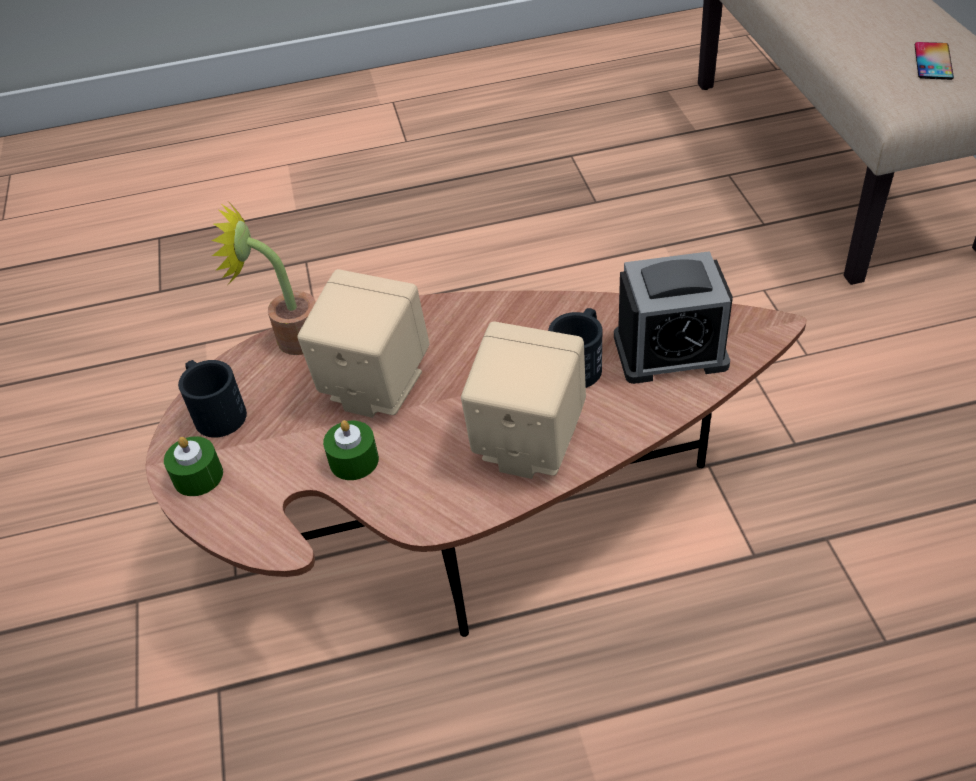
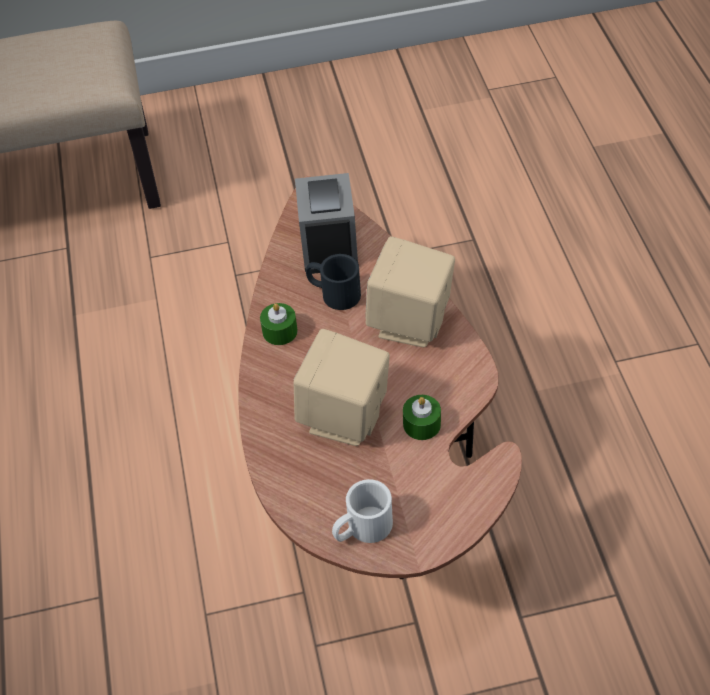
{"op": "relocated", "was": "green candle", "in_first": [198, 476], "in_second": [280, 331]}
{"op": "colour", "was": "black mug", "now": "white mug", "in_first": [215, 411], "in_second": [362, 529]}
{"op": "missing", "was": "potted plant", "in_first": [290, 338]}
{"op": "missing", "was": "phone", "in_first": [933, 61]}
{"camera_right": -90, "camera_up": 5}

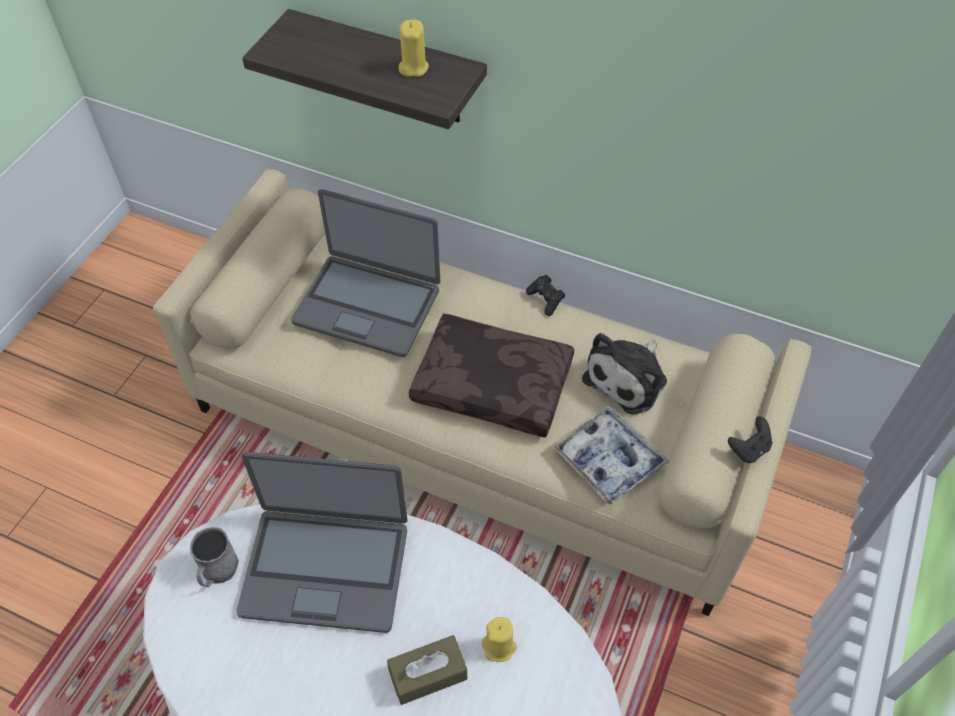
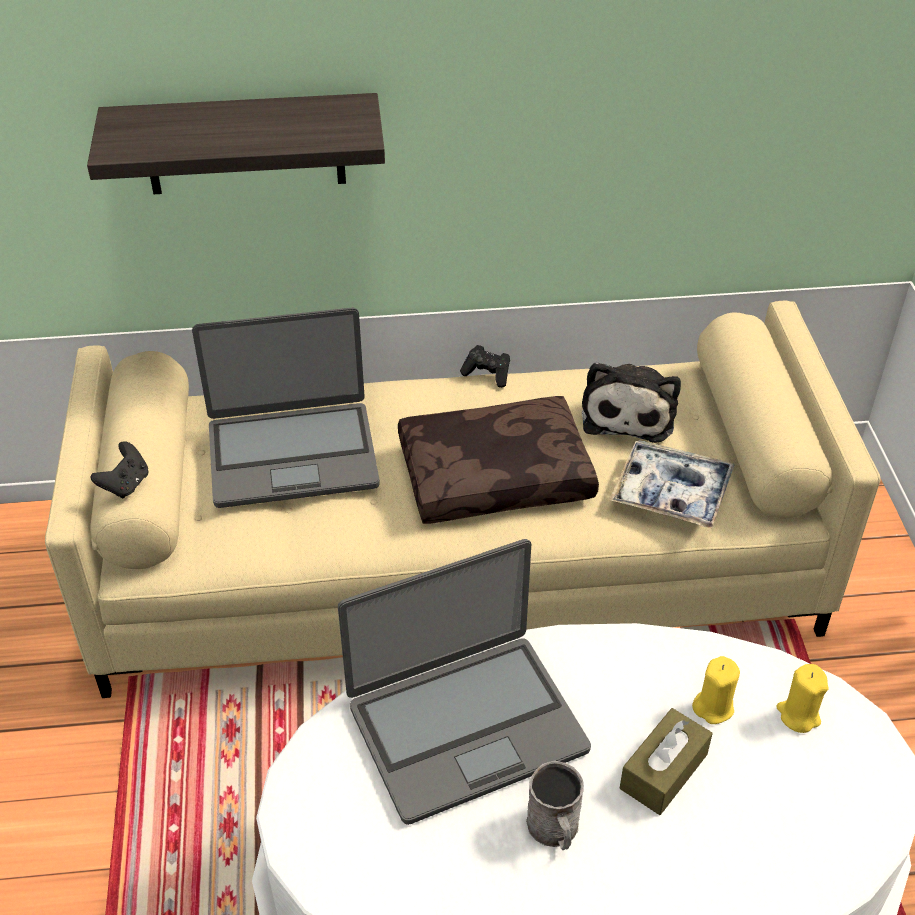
{"op": "relocated", "was": "grey mug", "in_first": [217, 571], "in_second": [555, 830]}
{"op": "relocated", "was": "yellow candle", "in_first": [413, 68], "in_second": [798, 715]}
{"op": "relocated", "was": "black game controller", "in_first": [748, 449], "in_second": [126, 484]}
{"camera_right": -30, "camera_up": -10}

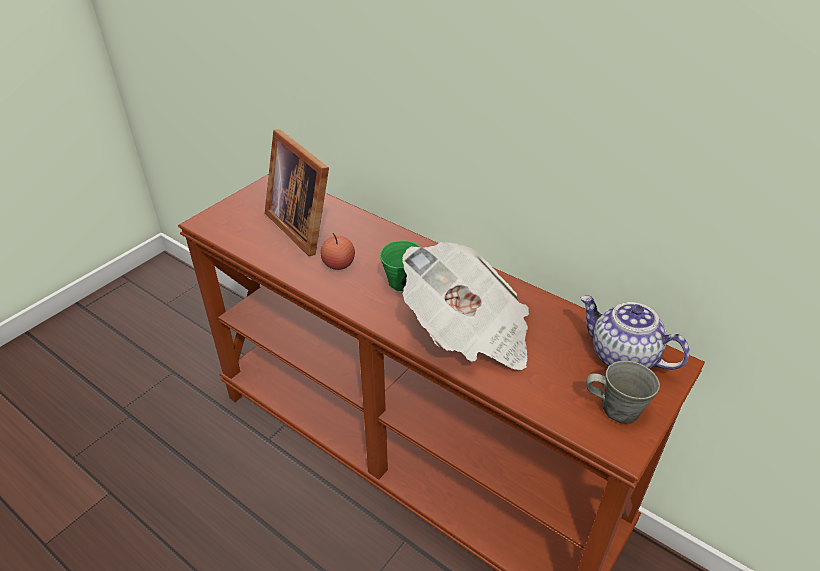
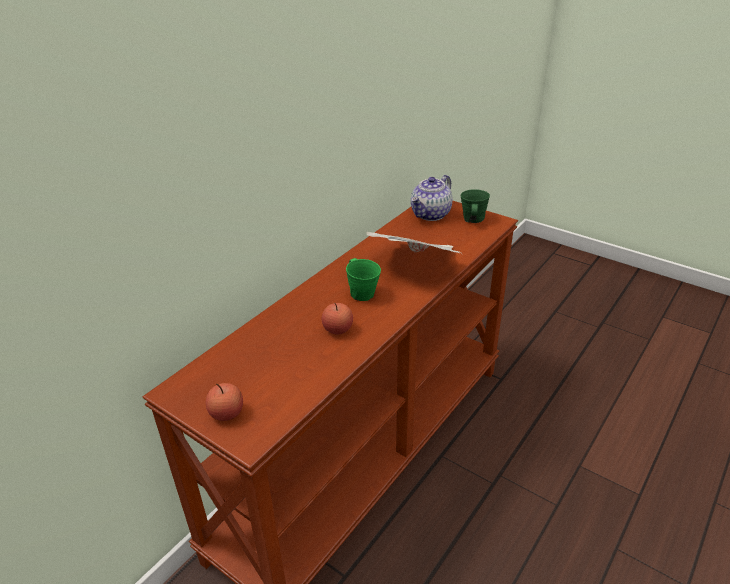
{"op": "missing", "was": "picture frame", "in_first": [304, 225]}
{"op": "colour", "was": "grey mug", "now": "green mug", "in_first": [617, 409], "in_second": [473, 220]}
{"op": "appeared", "now": "apple", "in_second": [227, 413]}
{"camera_right": -90, "camera_up": -5}

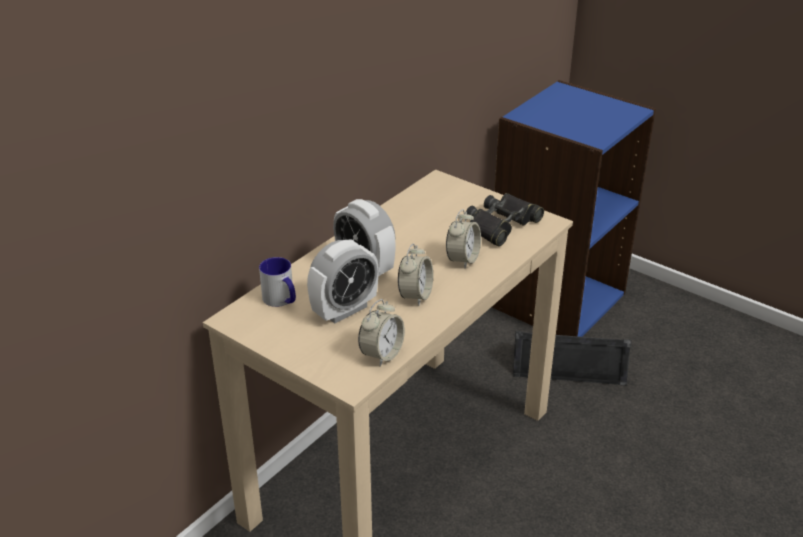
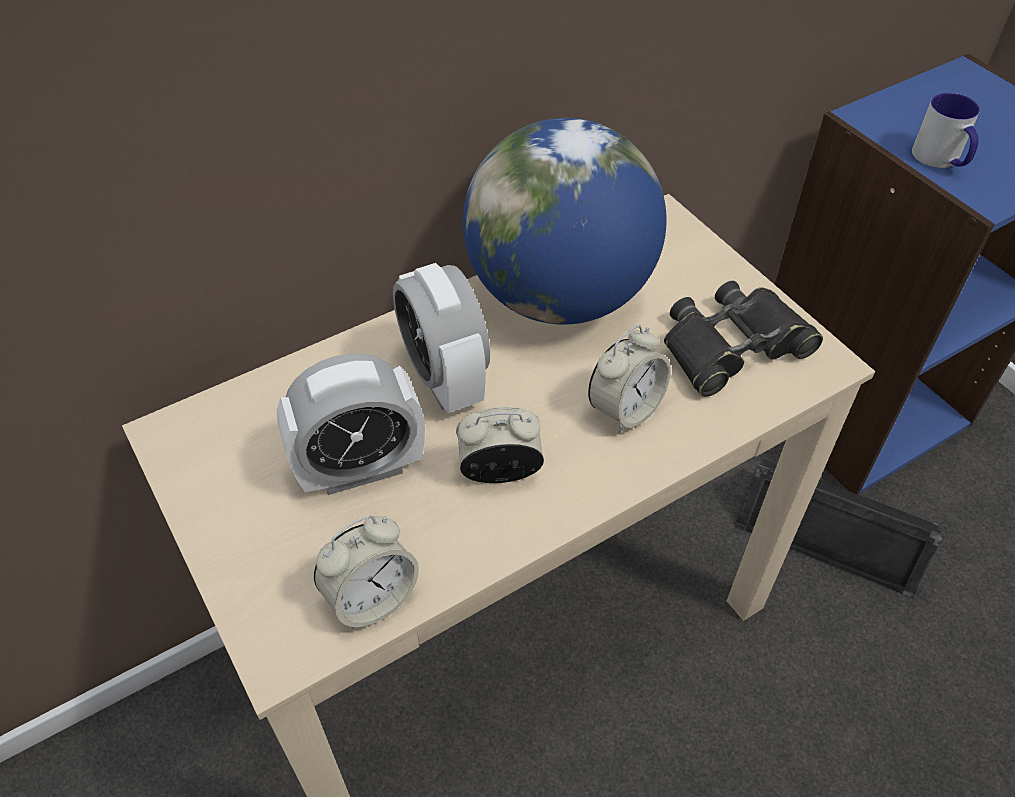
{"op": "relocated", "was": "mug", "in_first": [281, 300], "in_second": [941, 160]}
{"op": "spun", "was": "alarm clock", "in_first": [415, 296], "in_second": [500, 472], "clockwise": -135}
{"op": "appeared", "now": "globe", "in_second": [560, 296]}
{"camera_right": 20, "camera_up": 15}

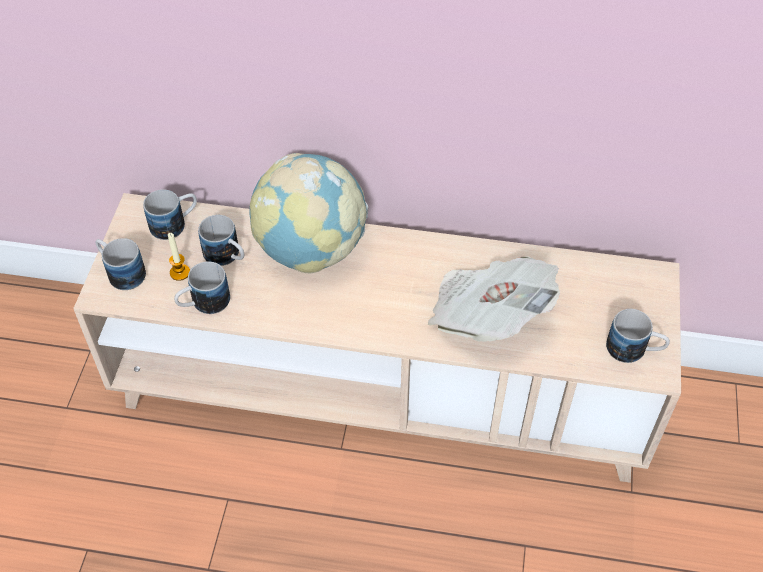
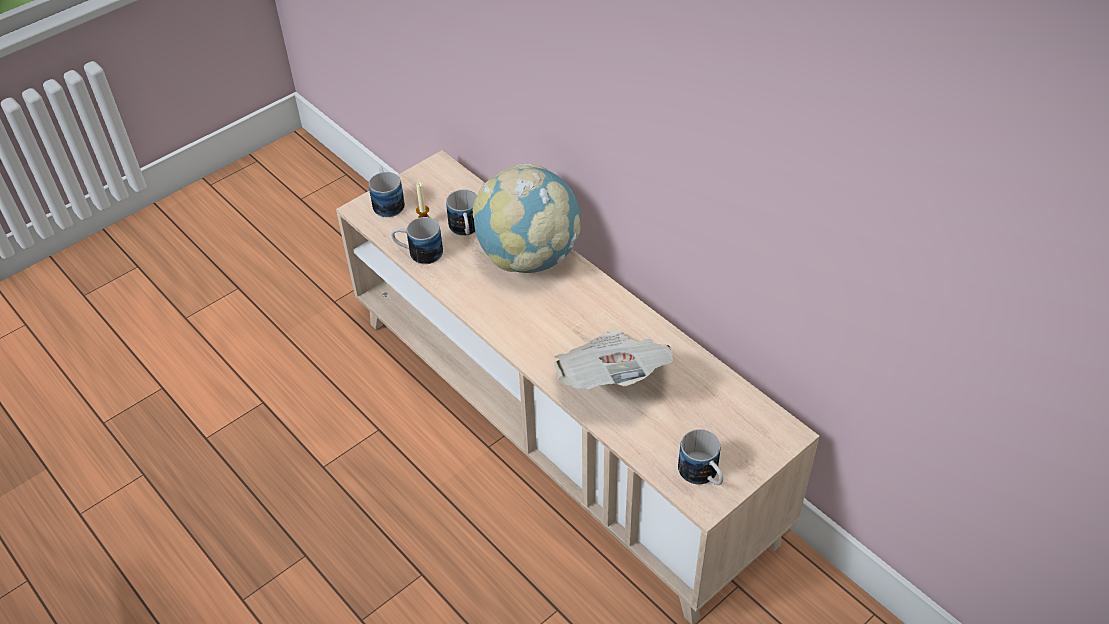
{"op": "missing", "was": "mug", "in_first": [175, 224]}
{"camera_right": 40, "camera_up": -5}

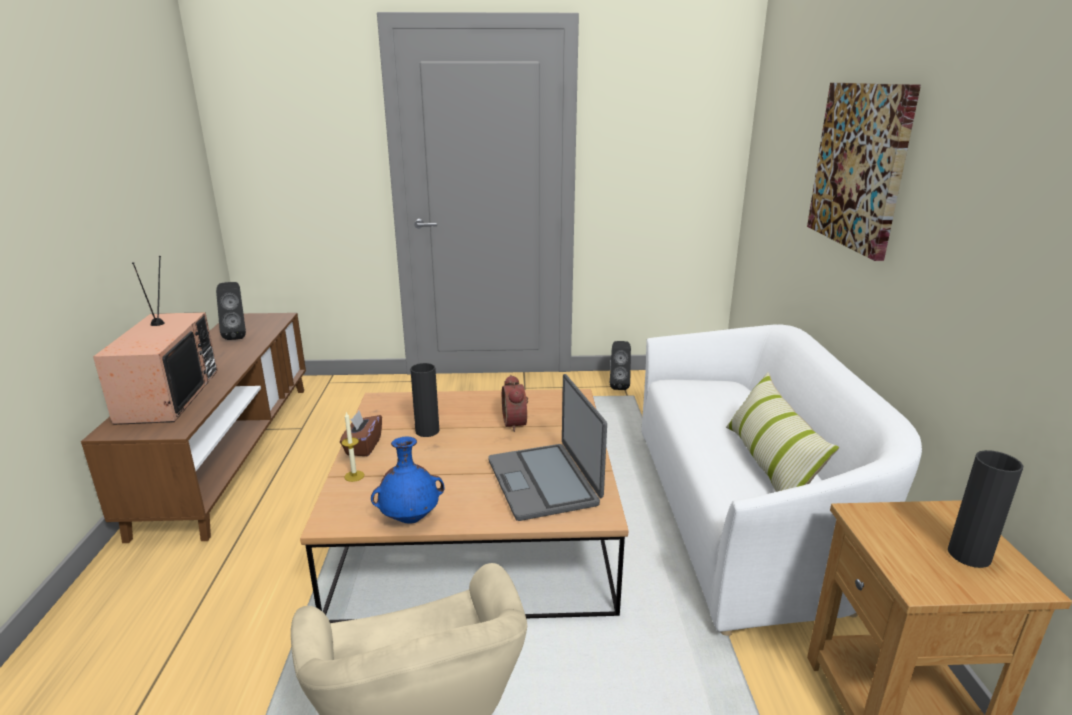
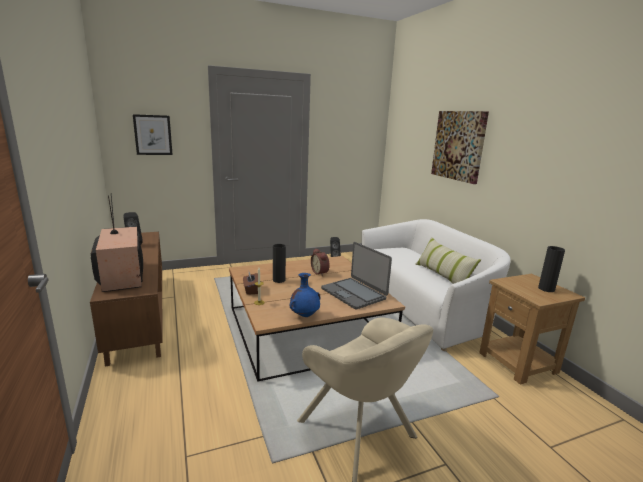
{"op": "appeared", "now": "picture", "in_second": [153, 135]}
{"camera_right": -20, "camera_up": -5}

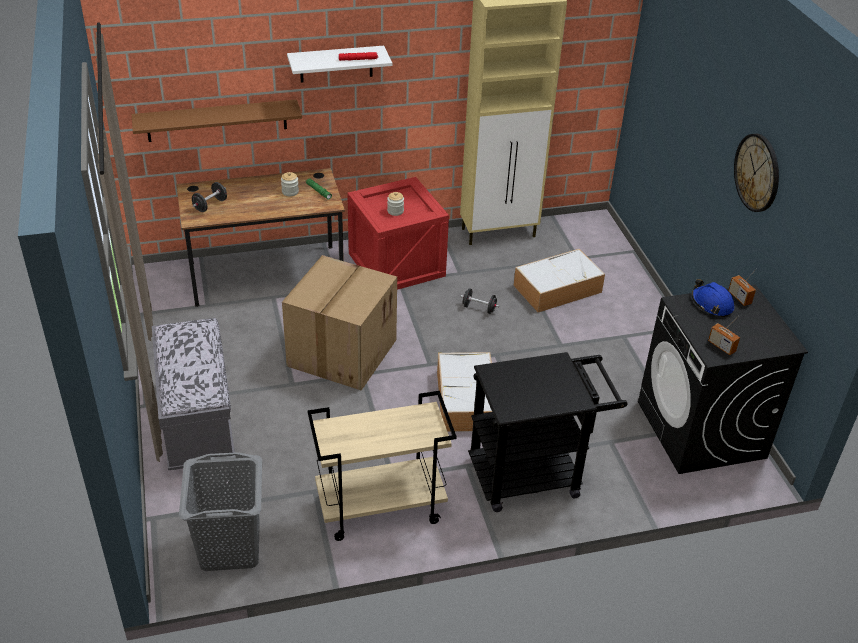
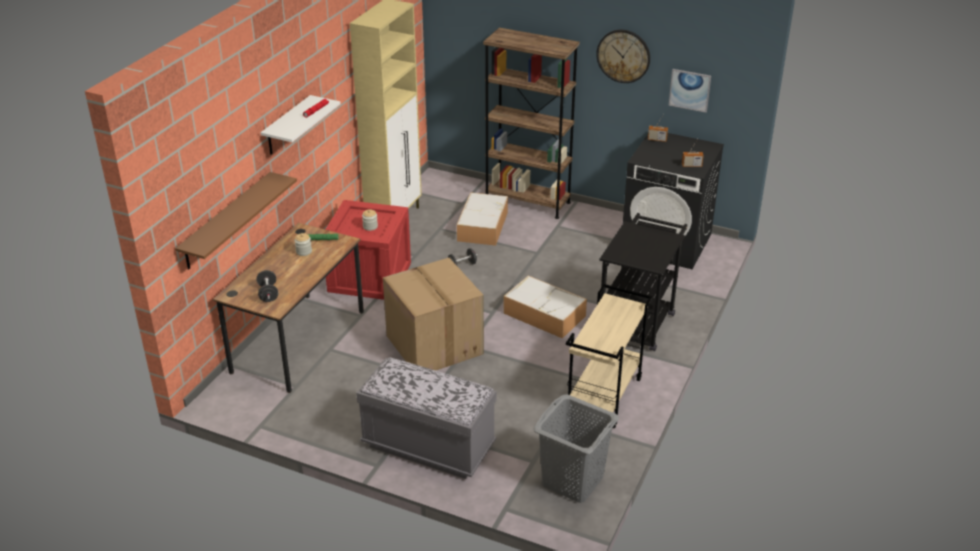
{"op": "missing", "was": "blue hard hat", "in_first": [711, 304]}
{"op": "appeared", "now": "brown bookcase", "in_second": [527, 202]}
{"op": "appeared", "now": "picture", "in_second": [689, 90]}
{"camera_right": -50, "camera_up": -5}

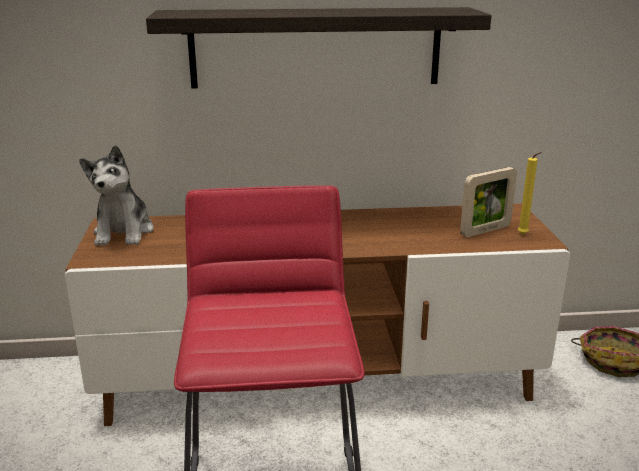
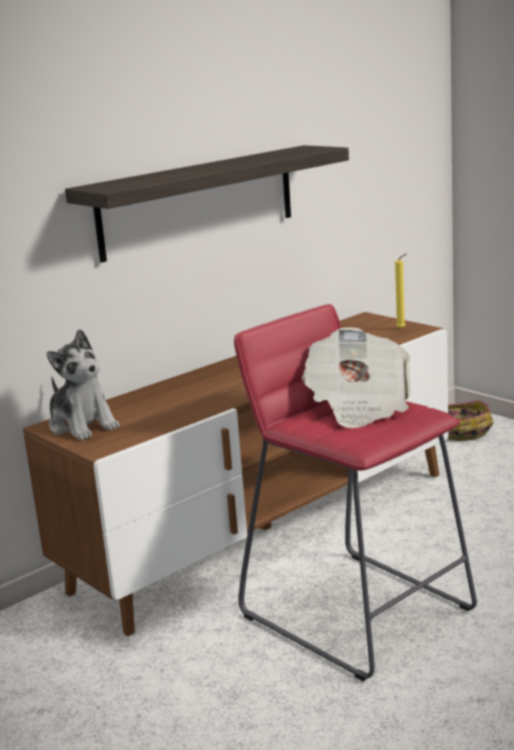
{"op": "missing", "was": "picture frame", "in_first": [485, 230]}
{"op": "appeared", "now": "newspaper", "in_second": [358, 406]}
{"camera_right": -35, "camera_up": -5}

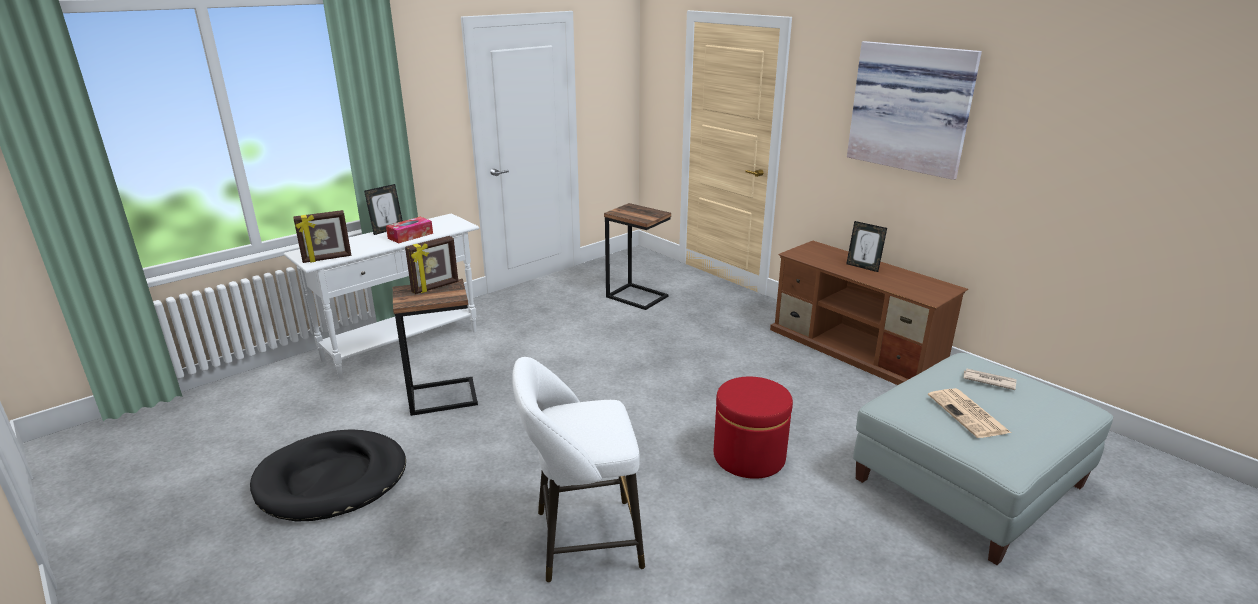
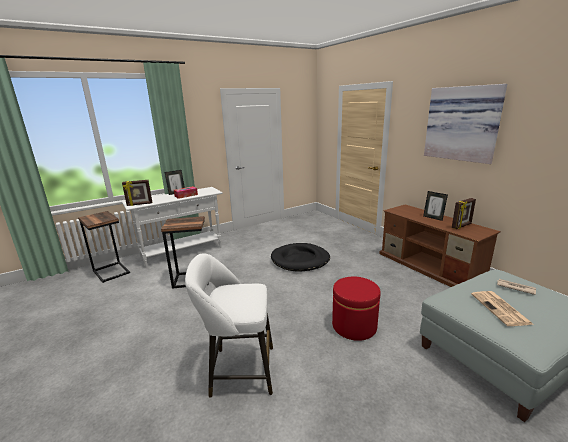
{"op": "relocated", "was": "black dog bed", "in_first": [332, 480], "in_second": [300, 260]}
{"op": "relocated", "was": "picture frame", "in_first": [435, 287], "in_second": [462, 226]}
{"op": "relocated", "was": "side table", "in_first": [637, 296], "in_second": [112, 271]}
{"camera_right": 10, "camera_up": -5}

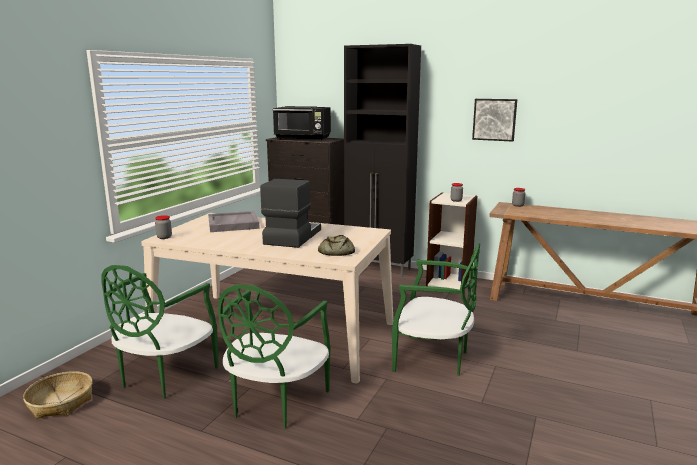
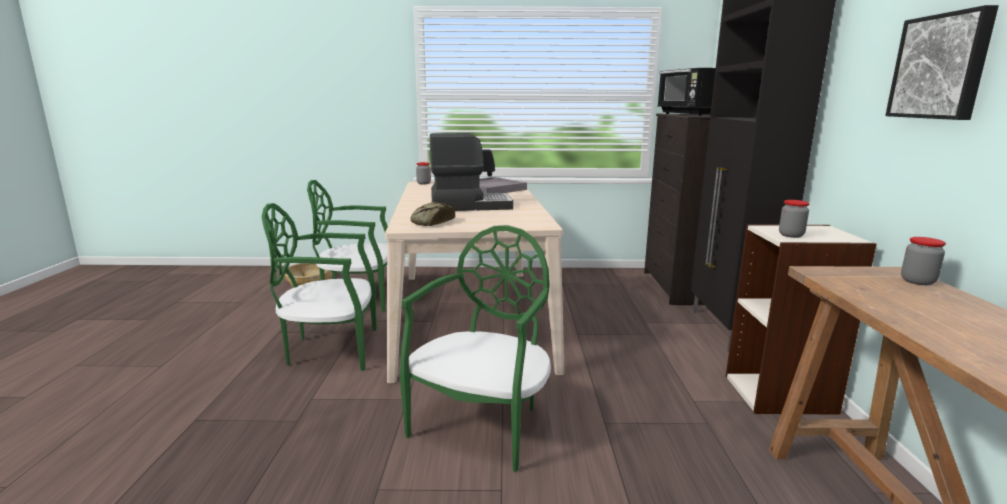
{"op": "spun", "was": "green chair", "in_first": [433, 358], "in_second": [483, 424], "clockwise": -150}
{"camera_right": 65, "camera_up": 0}

